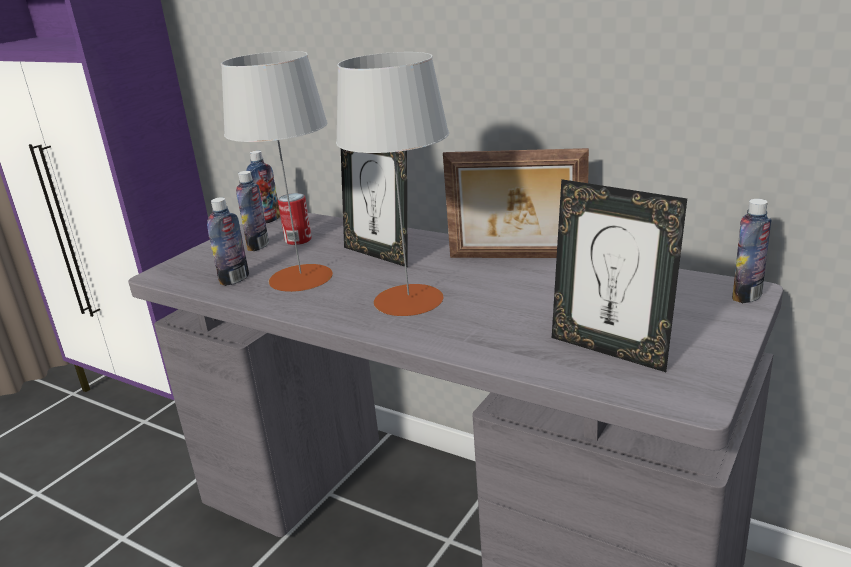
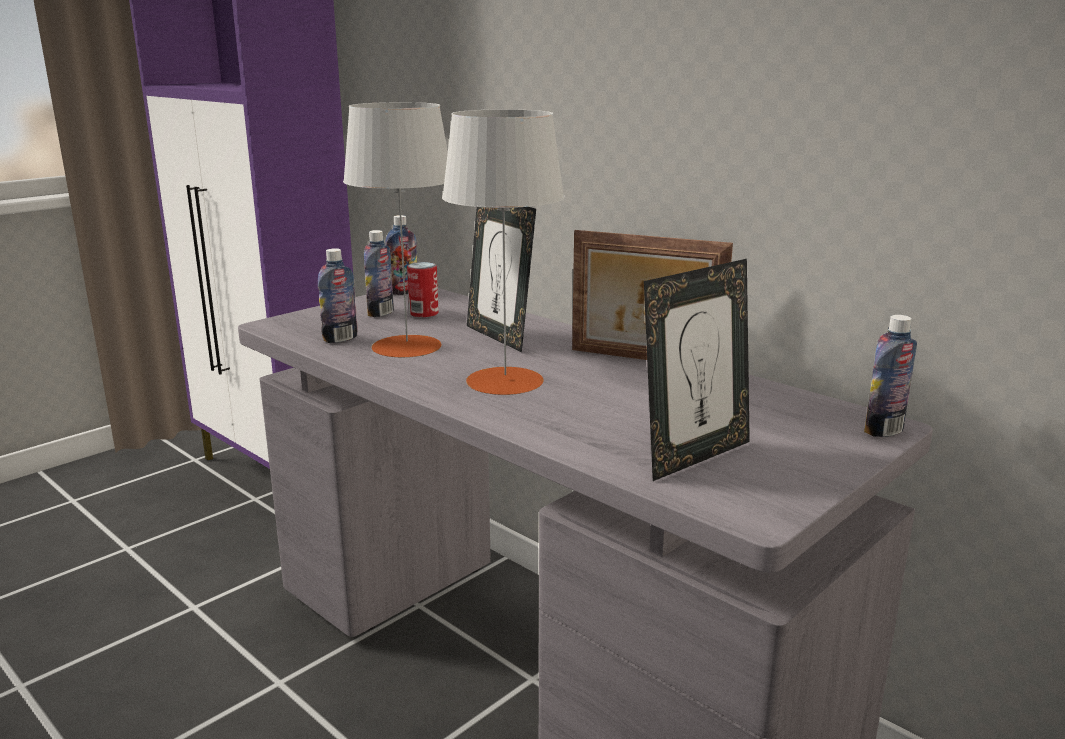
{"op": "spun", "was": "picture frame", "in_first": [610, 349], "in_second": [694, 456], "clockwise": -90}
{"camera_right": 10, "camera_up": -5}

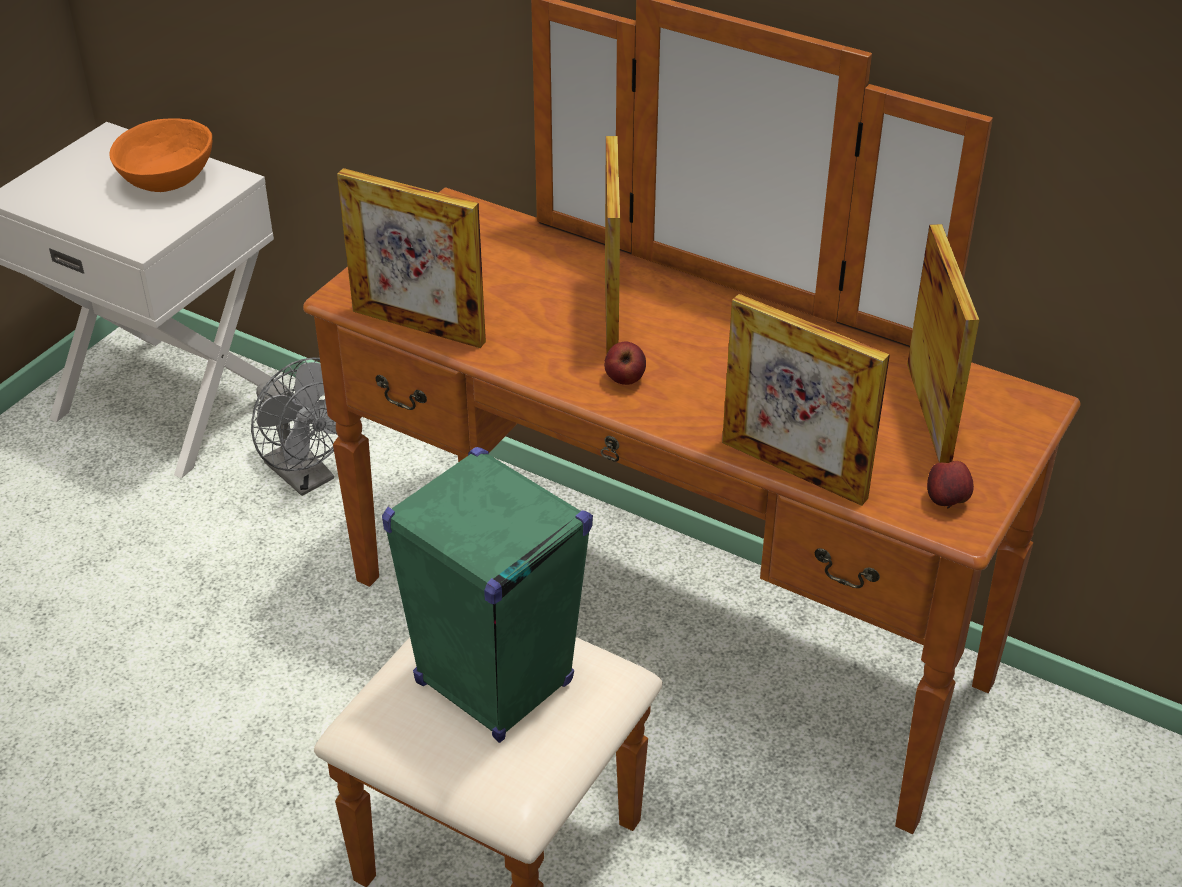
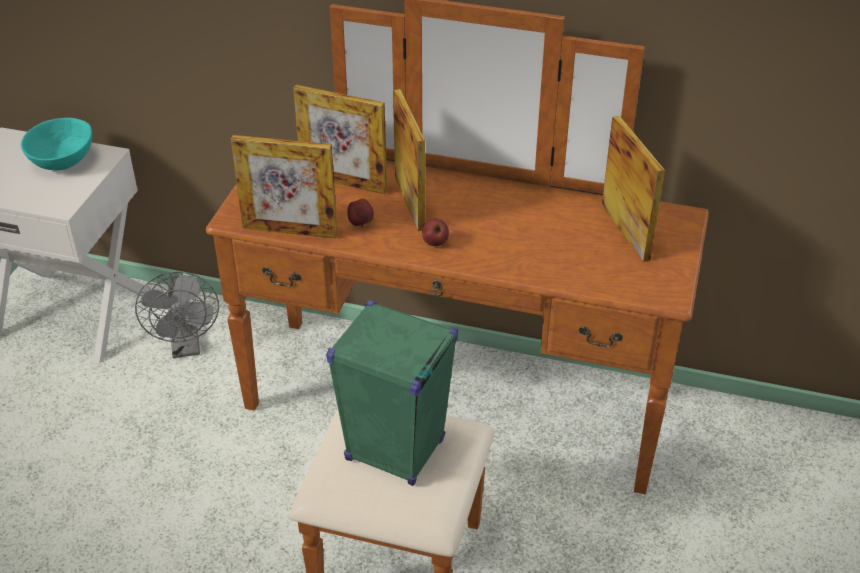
{"op": "colour", "was": "orange bowl", "now": "turquoise bowl", "in_first": [168, 179], "in_second": [62, 160]}
{"op": "spun", "was": "grey fan", "in_first": [307, 477], "in_second": [186, 347], "clockwise": 45}
{"op": "relocated", "was": "picture frame", "in_first": [793, 470], "in_second": [343, 182]}
{"op": "relocated", "was": "apple", "in_first": [947, 502], "in_second": [361, 223]}
{"camera_right": -15, "camera_up": 0}

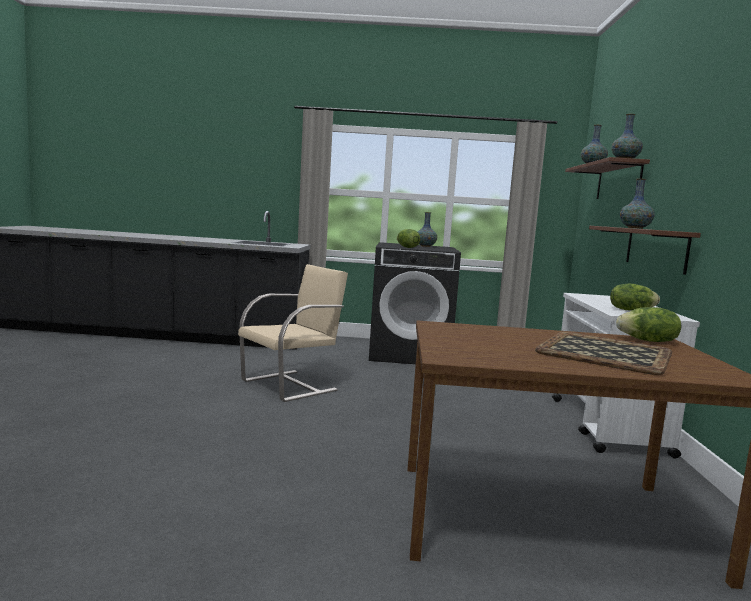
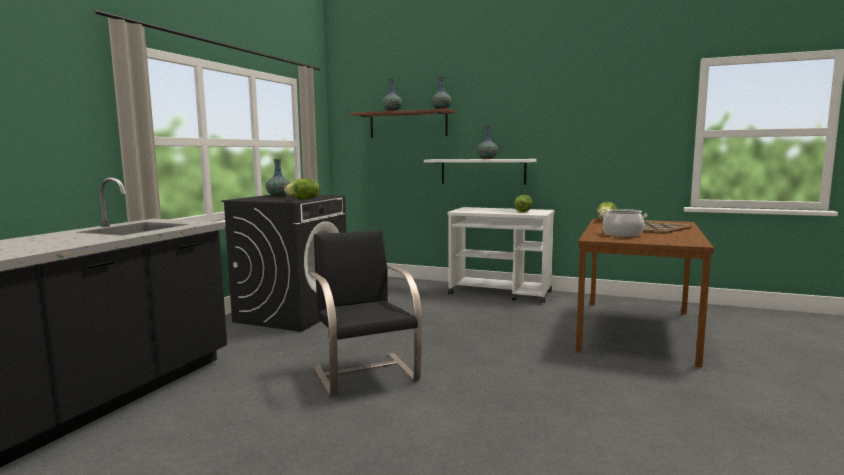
{"op": "colour", "was": "beige chair", "now": "black chair", "in_first": [291, 385], "in_second": [365, 373]}
{"op": "colour", "was": "brown shelf", "now": "white shelf", "in_first": [655, 248], "in_second": [483, 171]}
{"op": "appeared", "now": "cooking pot", "in_second": [622, 234]}
{"camera_right": -70, "camera_up": 0}

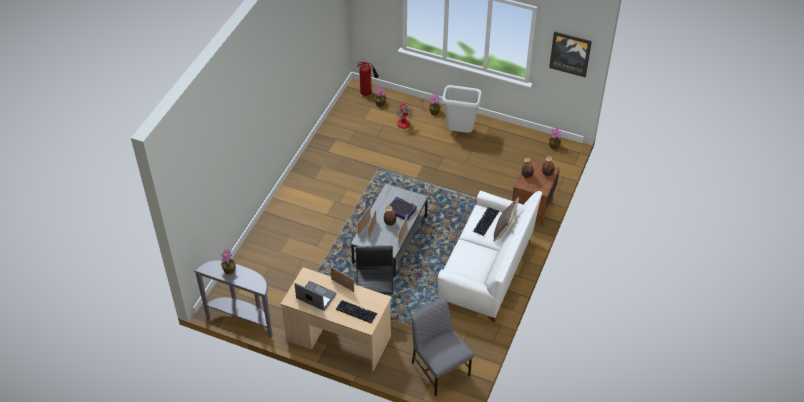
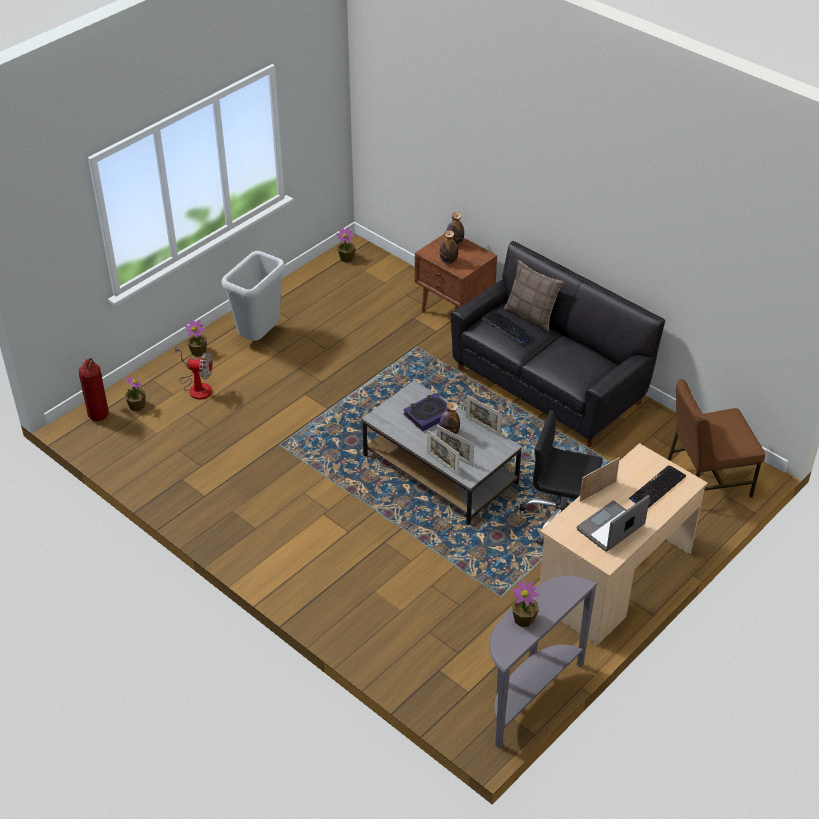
{"op": "colour", "was": "grey chair", "now": "brown chair", "in_first": [439, 368], "in_second": [706, 480]}
{"op": "colour", "was": "white sofa", "now": "black sofa", "in_first": [487, 272], "in_second": [548, 386]}
{"op": "missing", "was": "picture", "in_first": [570, 53]}
{"camera_right": -70, "camera_up": -5}

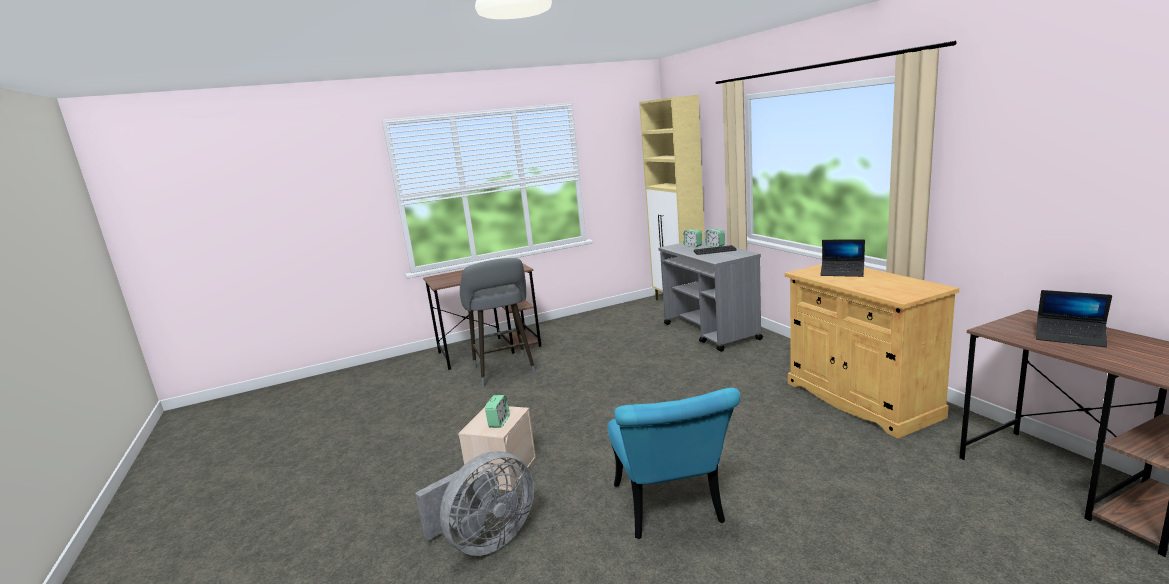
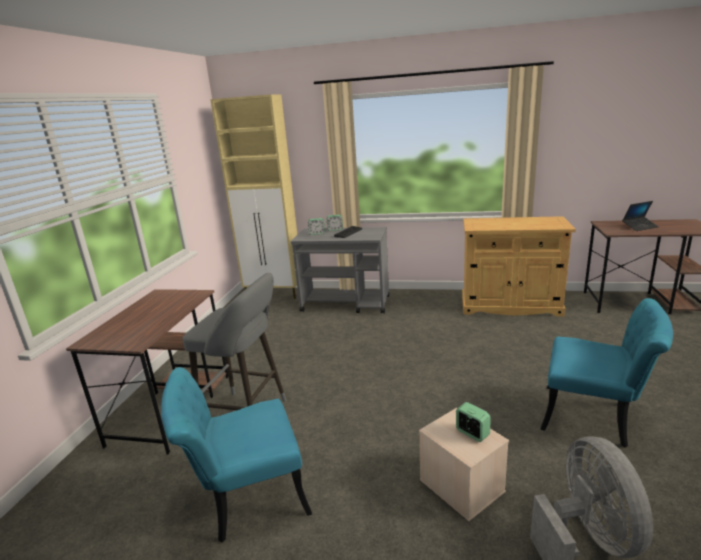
{"op": "missing", "was": "laptop", "in_first": [842, 273]}
{"op": "appeared", "now": "turquoise chair", "in_second": [246, 499]}
{"camera_right": -55, "camera_up": 5}

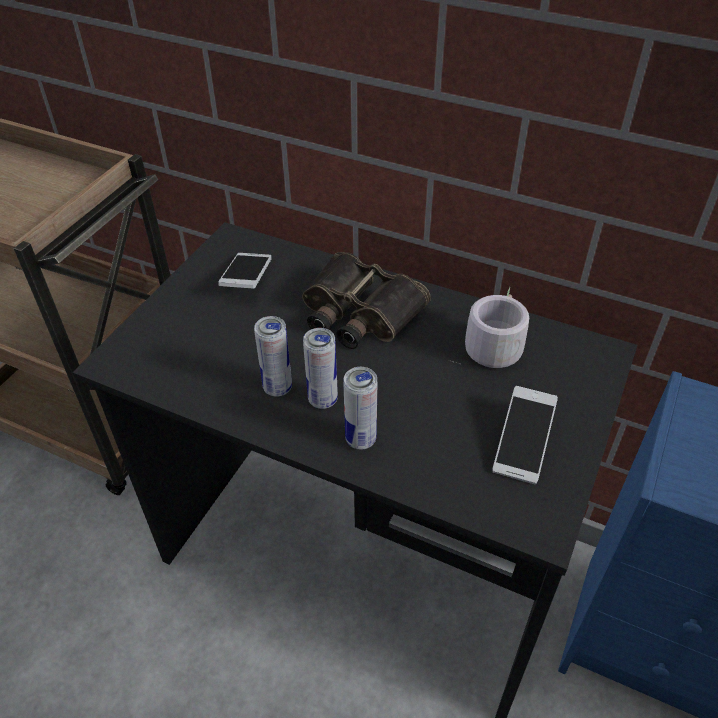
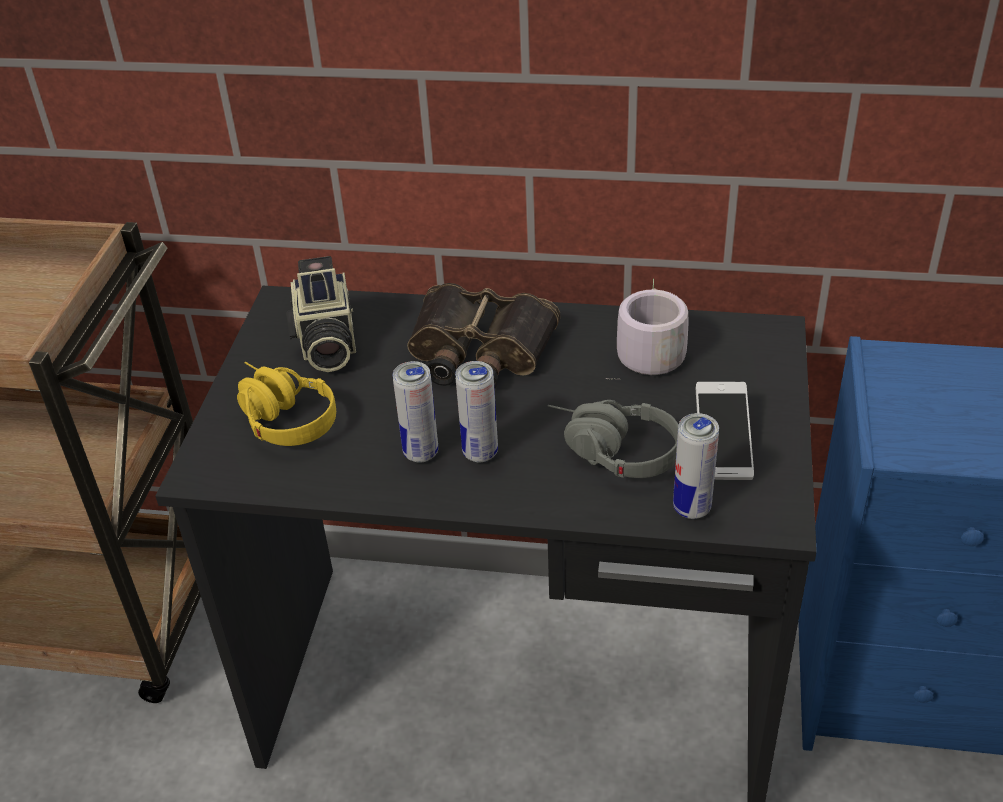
{"op": "exchanged", "was": "phone", "now": "photo camera", "in_first": [247, 279], "in_second": [325, 344]}
{"op": "relocated", "was": "can", "in_first": [360, 439], "in_second": [691, 508]}
{"op": "appeared", "now": "yellow headphones", "in_second": [278, 416]}
{"op": "appeared", "now": "grey headphones", "in_second": [608, 452]}
{"camera_right": -15, "camera_up": -5}

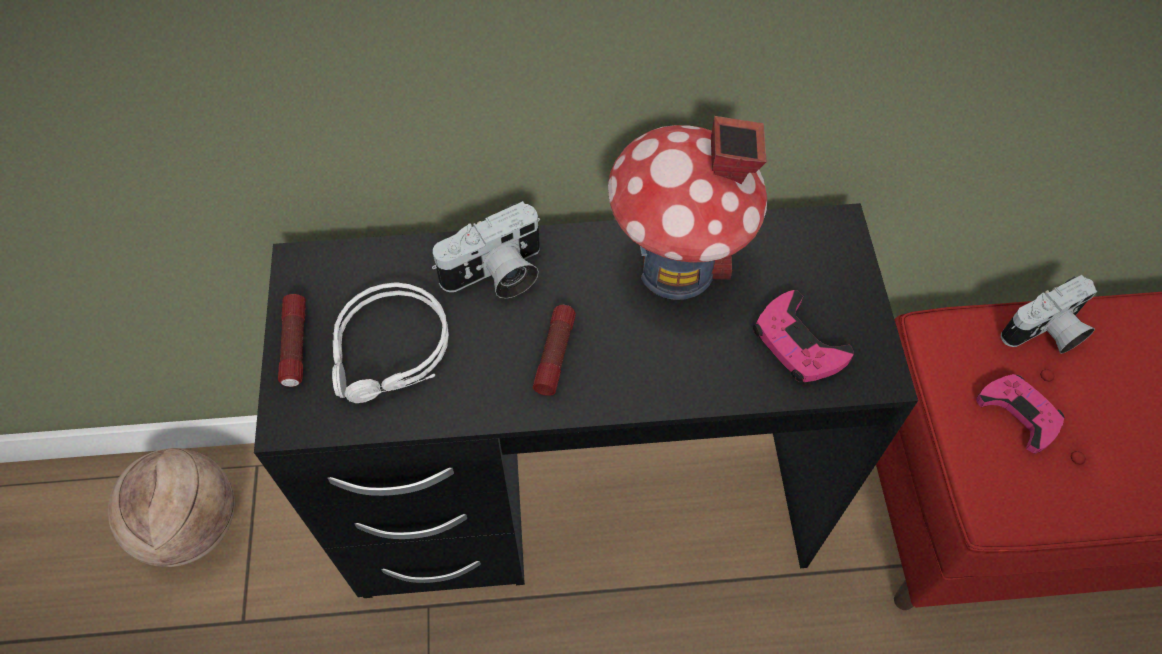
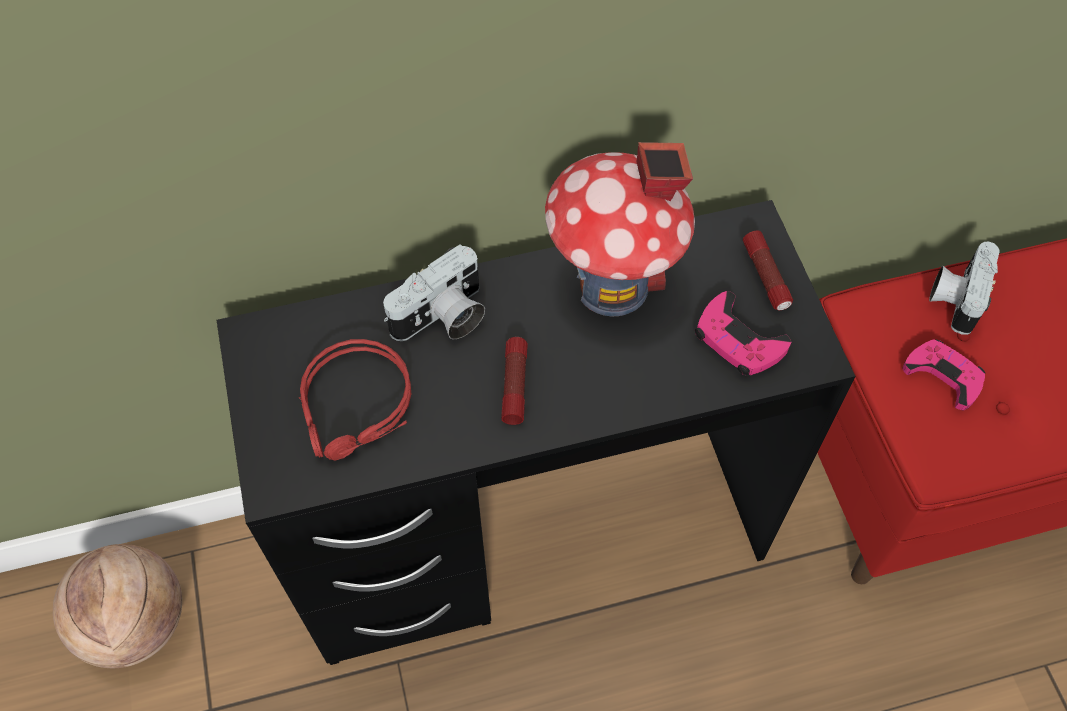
{"op": "relocated", "was": "flashlight", "in_first": [295, 346], "in_second": [766, 276]}
{"op": "colour", "was": "grey headphones", "now": "red headphones", "in_first": [390, 353], "in_second": [356, 408]}
{"op": "spun", "was": "photo camera", "in_first": [1045, 333], "in_second": [956, 296], "clockwise": 150}
{"camera_right": -10, "camera_up": 0}

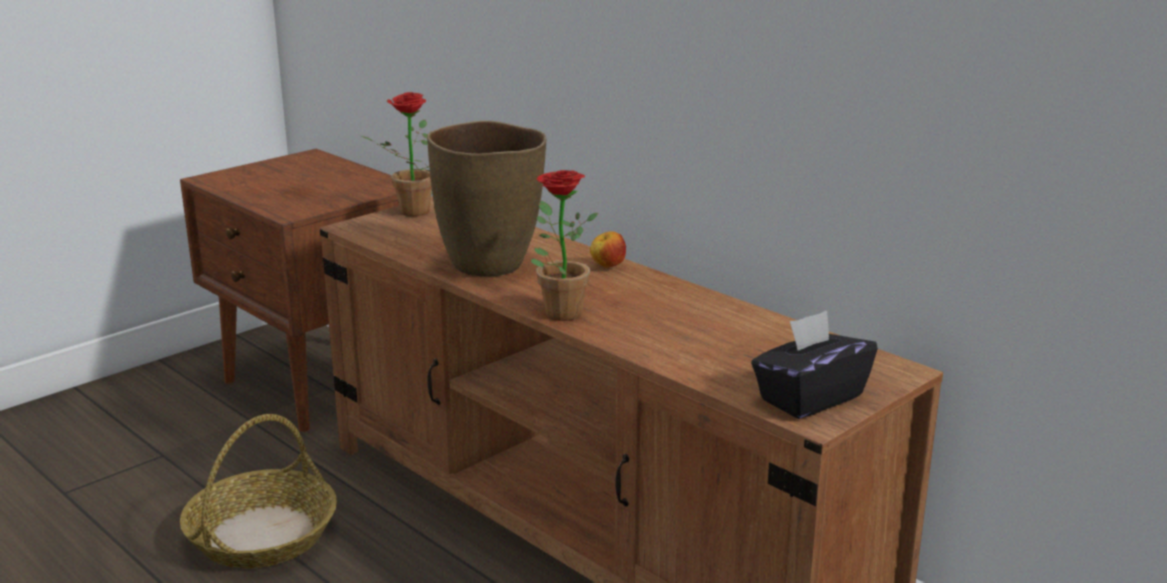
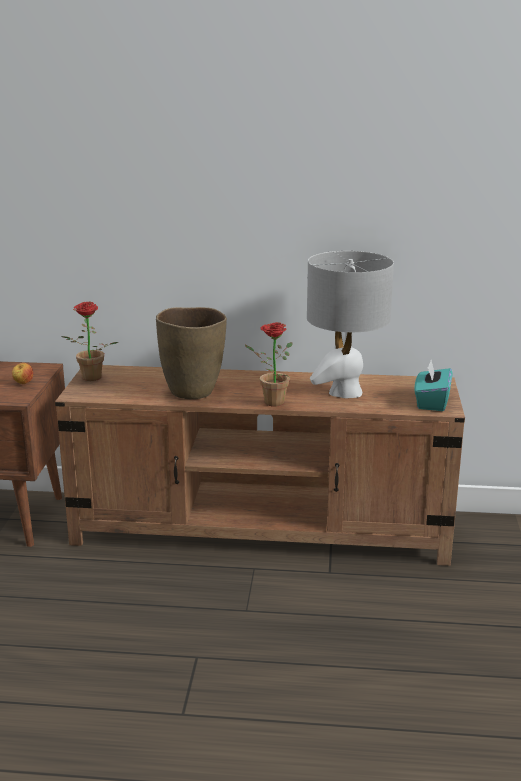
{"op": "missing", "was": "basket", "in_first": [262, 536]}
{"op": "relocated", "was": "apple", "in_first": [607, 266], "in_second": [23, 383]}
{"op": "colour", "was": "black tissue box", "now": "turquoise tissue box", "in_first": [810, 398], "in_second": [431, 402]}
{"op": "appeared", "now": "grey table lamp", "in_second": [345, 392]}
{"camera_right": -40, "camera_up": 0}

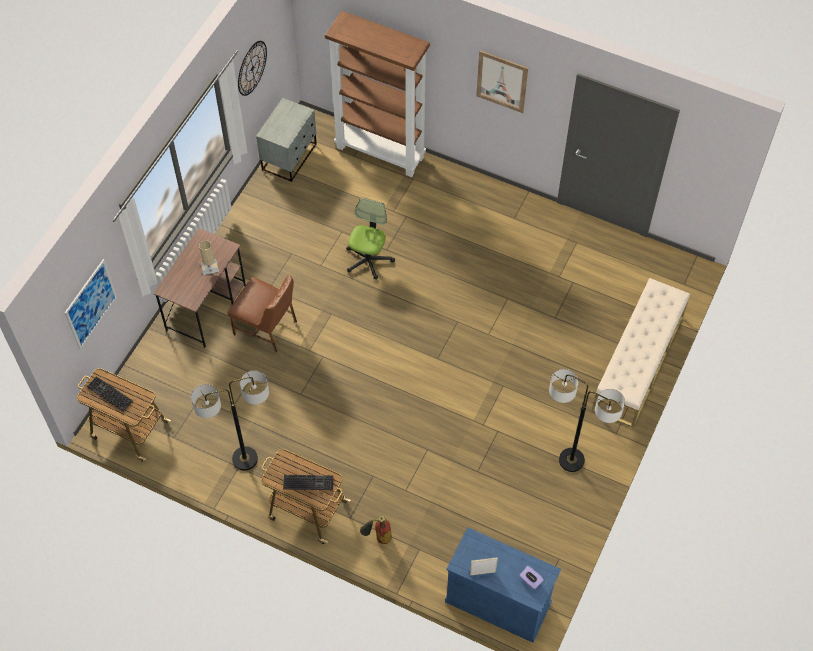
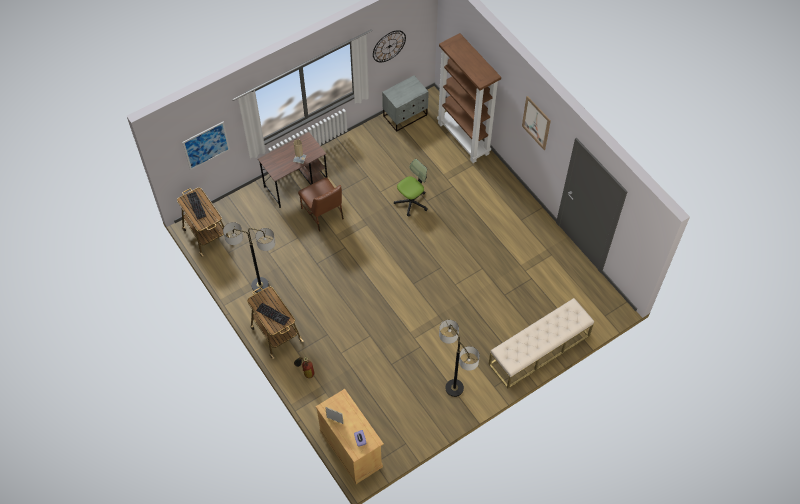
{"op": "colour", "was": "blue cabinet", "now": "beige cabinet", "in_first": [498, 602], "in_second": [351, 448]}
{"camera_right": 30, "camera_up": 0}

